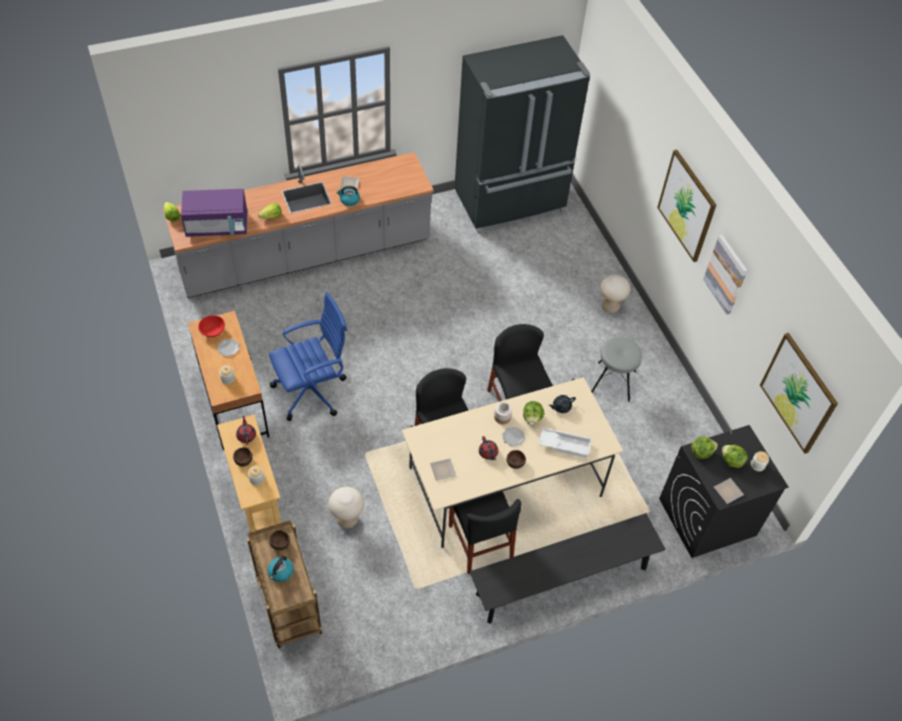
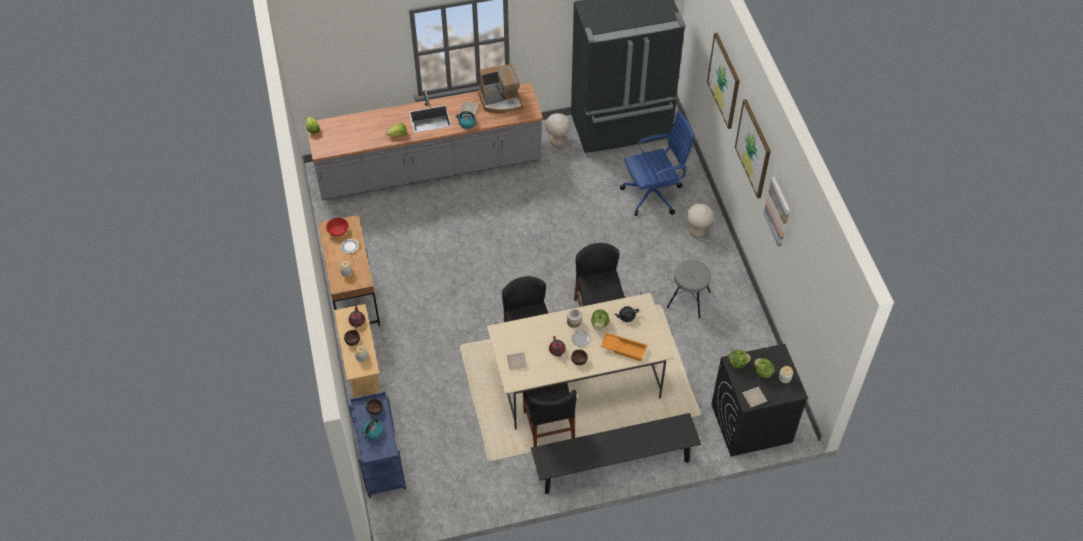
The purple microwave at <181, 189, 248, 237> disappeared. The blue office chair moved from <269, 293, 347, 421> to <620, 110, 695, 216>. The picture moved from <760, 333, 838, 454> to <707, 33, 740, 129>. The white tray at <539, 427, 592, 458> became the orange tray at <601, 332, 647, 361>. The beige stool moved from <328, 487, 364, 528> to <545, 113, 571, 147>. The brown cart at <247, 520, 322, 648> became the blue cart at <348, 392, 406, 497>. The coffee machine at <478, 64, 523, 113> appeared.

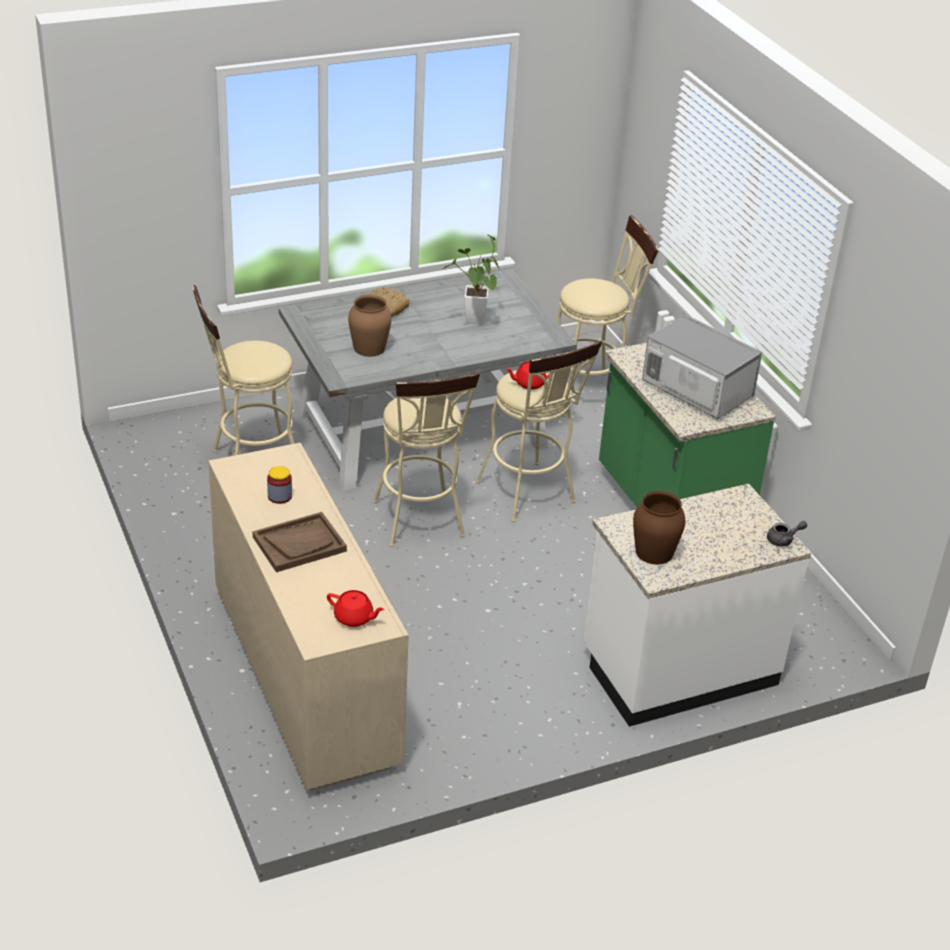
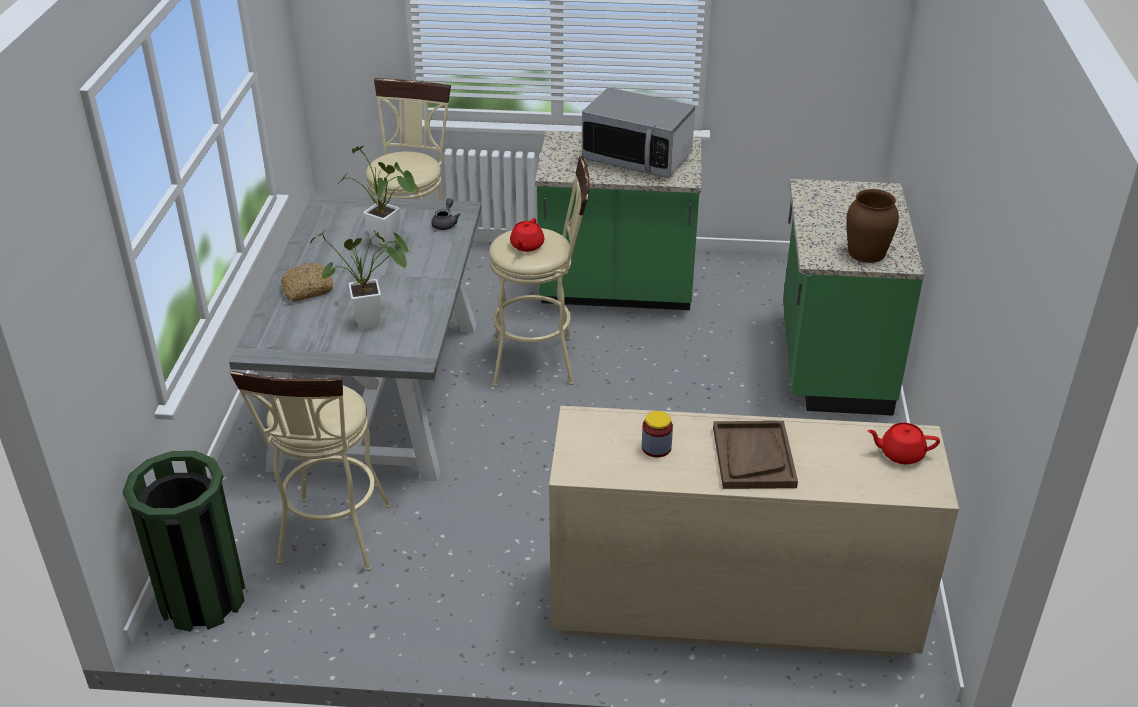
The brown vase at <348, 294, 391, 357> was replaced by the potted plant at <310, 230, 410, 329>. The microwave at <642, 315, 762, 419> turned 135 degrees counterclockwise. The beige stool at <373, 373, 480, 547> disappeared. The white counter at <583, 484, 811, 727> became the green counter at <783, 179, 924, 416>. The grey teapot moved from <767, 521, 807, 546> to <431, 198, 461, 230>. The red teapot at <327, 590, 385, 627> turned 135 degrees counterclockwise. The green trash can at <123, 451, 245, 632> appeared.

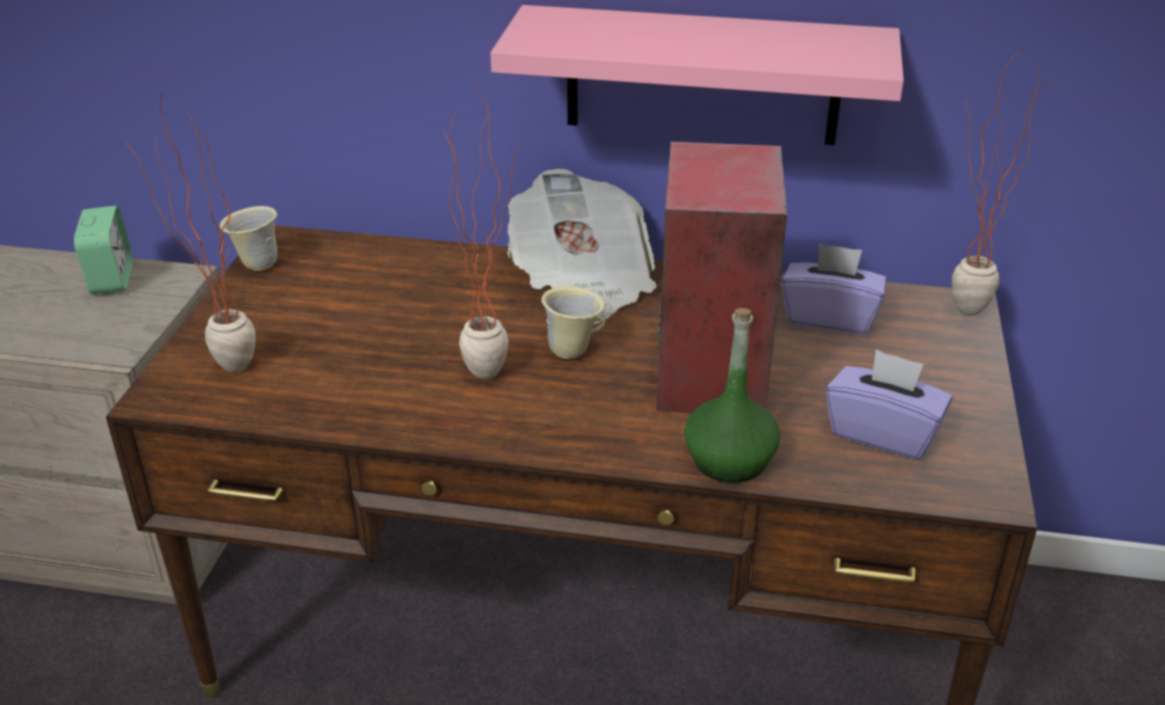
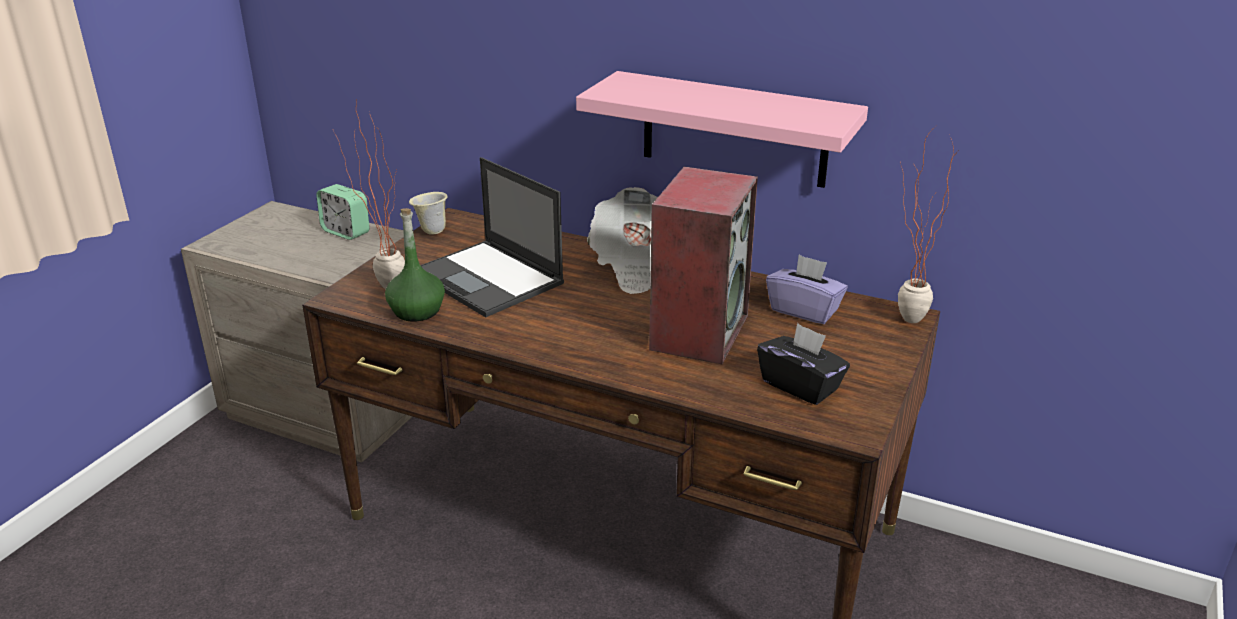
The potted plant at <444, 85, 522, 380> disappeared. The alarm clock at <74, 206, 133, 294> turned 120 degrees clockwise. The beige mug at <541, 286, 605, 359> disappeared. The green bottle moved from <685, 308, 780, 483> to <385, 208, 445, 321>. The purple tissue box at <826, 349, 952, 459> became the black tissue box at <757, 323, 850, 405>. The laptop at <421, 157, 564, 317> appeared.

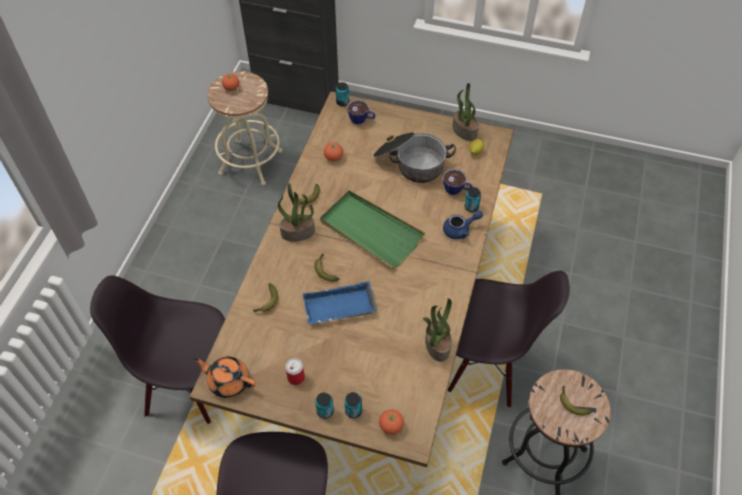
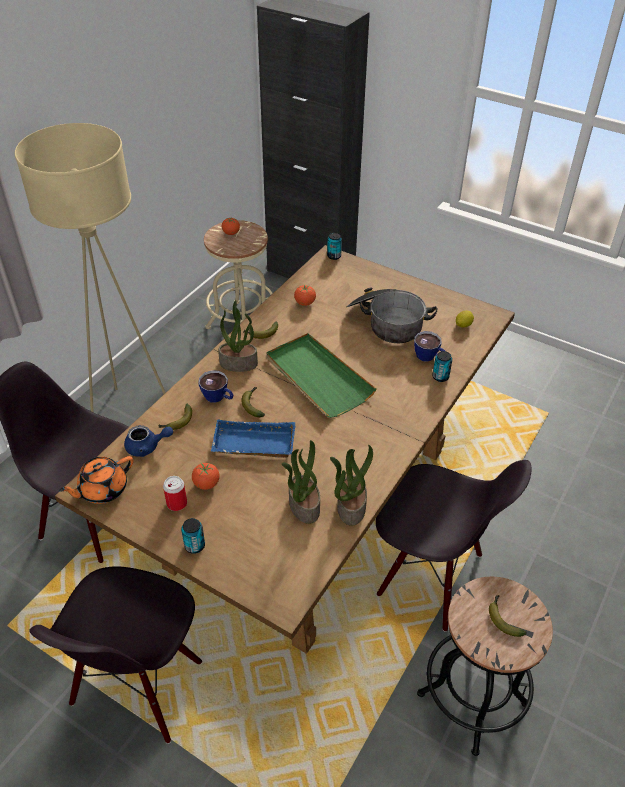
The potted plant moved from <452, 83, 479, 141> to <281, 440, 320, 524>. The cup moved from <347, 99, 375, 124> to <198, 371, 233, 403>. The blue teapot moved from <443, 211, 483, 239> to <124, 425, 173, 457>. The orange teapot at <193, 356, 256, 398> turned 75 degrees counterclockwise. The can at <344, 392, 362, 418> disappeared. The tomato moved from <379, 409, 404, 435> to <192, 463, 219, 490>. The beige floor lamp at <15, 123, 166, 412> appeared.

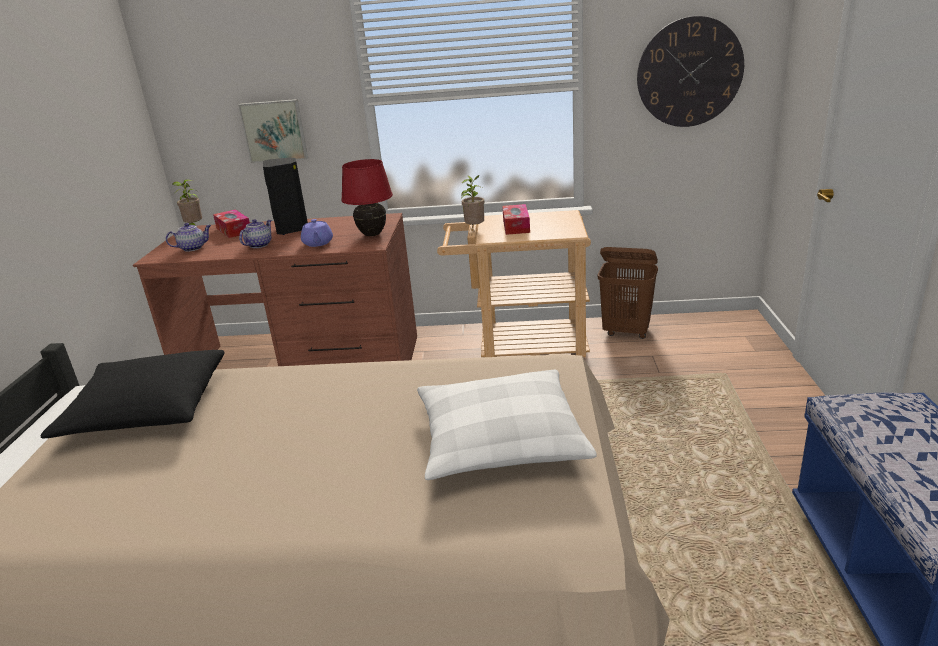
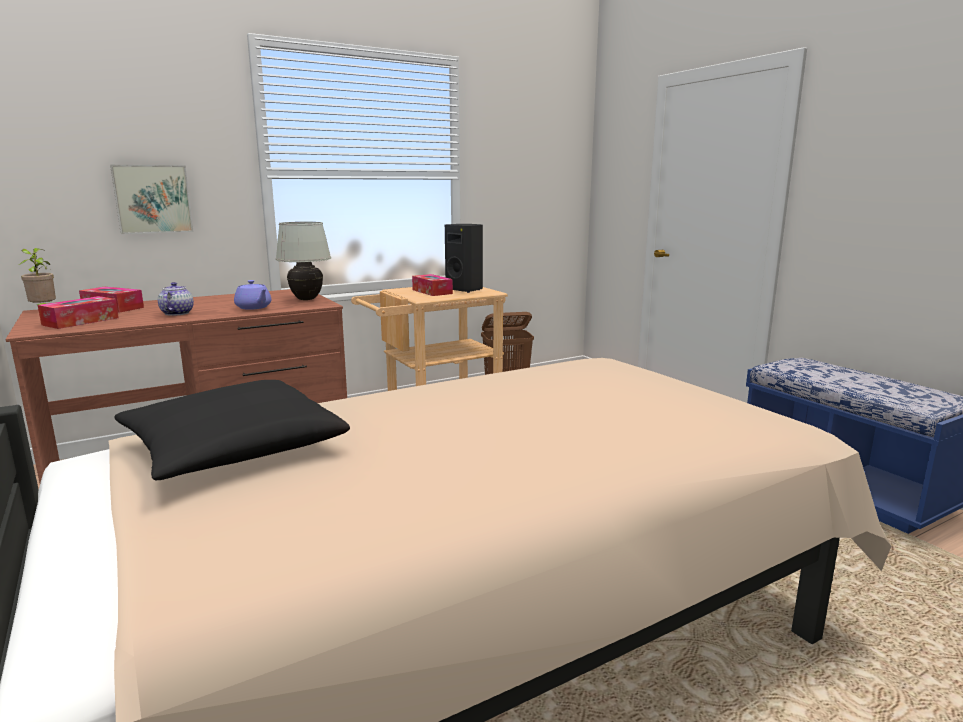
The wall clock at <637, 16, 744, 127> disappeared. The black speaker moved from <263, 157, 308, 235> to <445, 224, 483, 293>. The red table lamp at <341, 159, 393, 236> became the white table lamp at <276, 222, 331, 300>. The potted plant at <461, 175, 484, 225> disappeared. The teapot at <166, 223, 211, 252> was replaced by the tissue box at <38, 296, 119, 329>. The white pillow at <417, 370, 597, 480> disappeared.

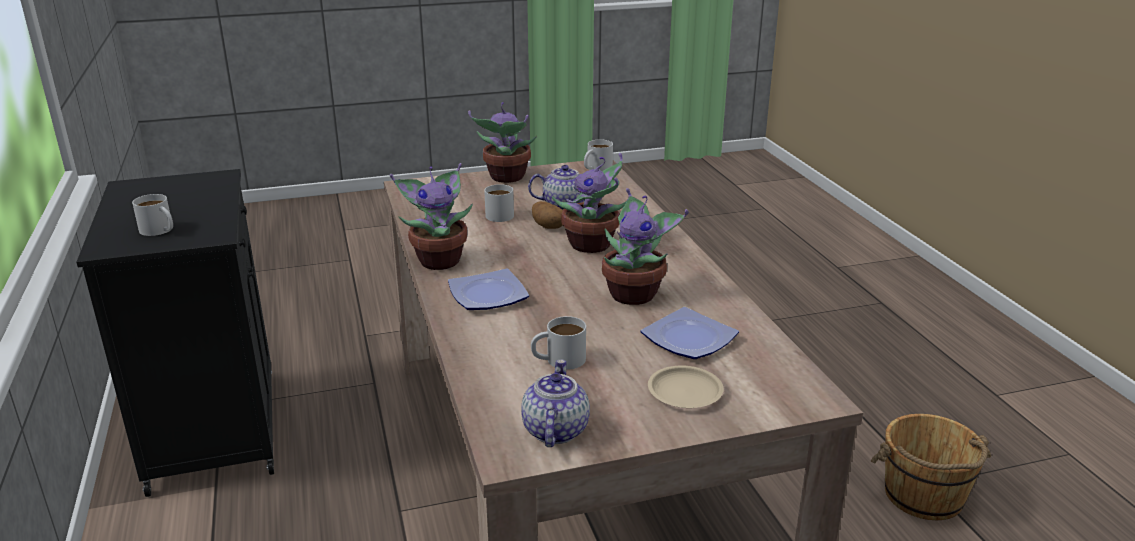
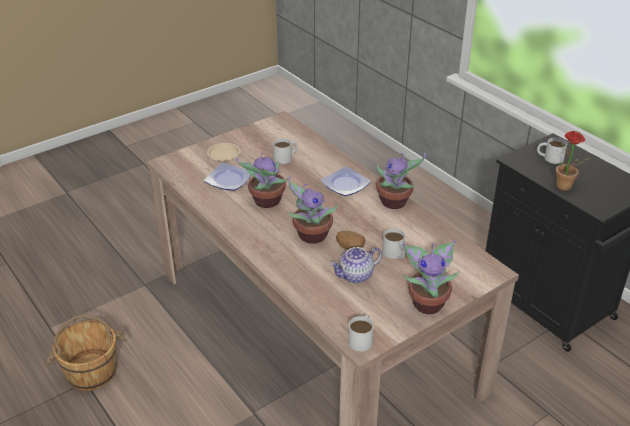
The teapot at <521, 359, 590, 447> disappeared. The potted plant at <556, 131, 590, 191> appeared.

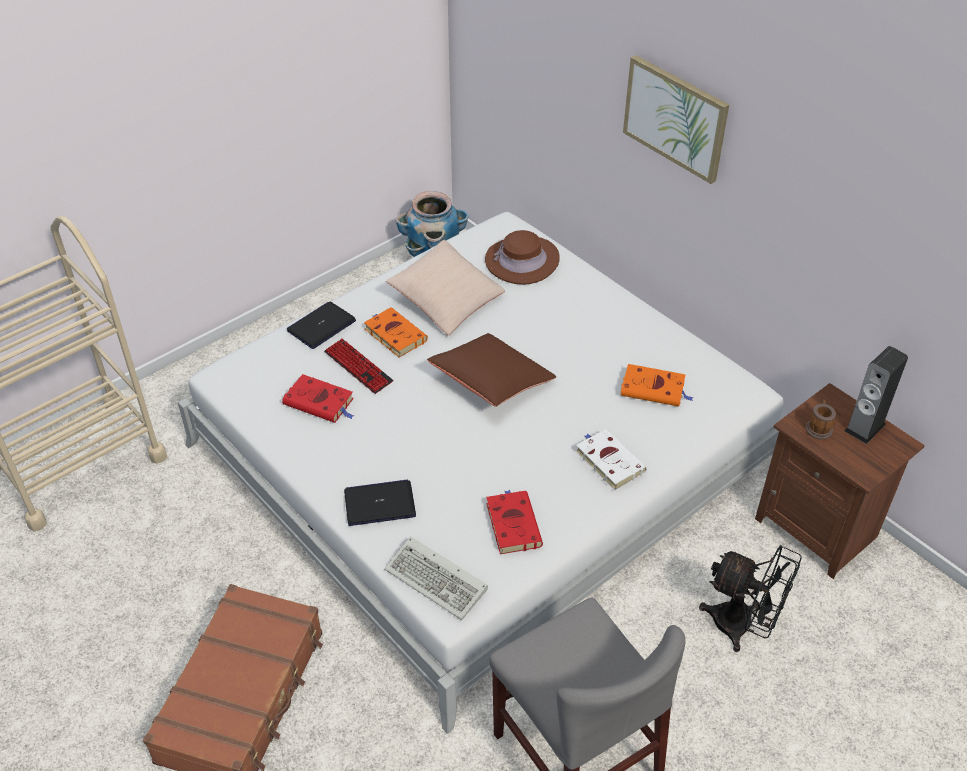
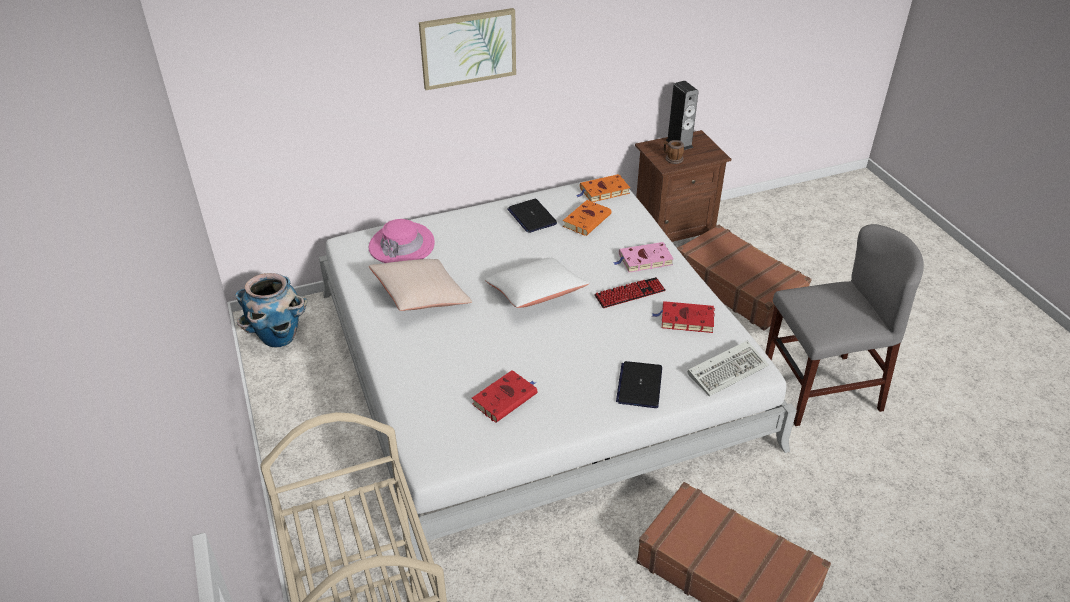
The brown hat at <485, 230, 560, 285> became the pink hat at <369, 219, 435, 263>. The laptop moved from <287, 302, 356, 349> to <507, 199, 557, 233>. The orange book moved from <364, 307, 428, 358> to <576, 174, 630, 202>. The brown pillow at <427, 333, 556, 407> became the white pillow at <485, 258, 589, 308>. The keyboard moved from <324, 338, 393, 394> to <594, 277, 666, 308>. The white book at <576, 429, 647, 491> became the pink book at <613, 242, 674, 272>. The black fan at <699, 545, 802, 652> was replaced by the brown suitcase at <677, 225, 812, 331>.

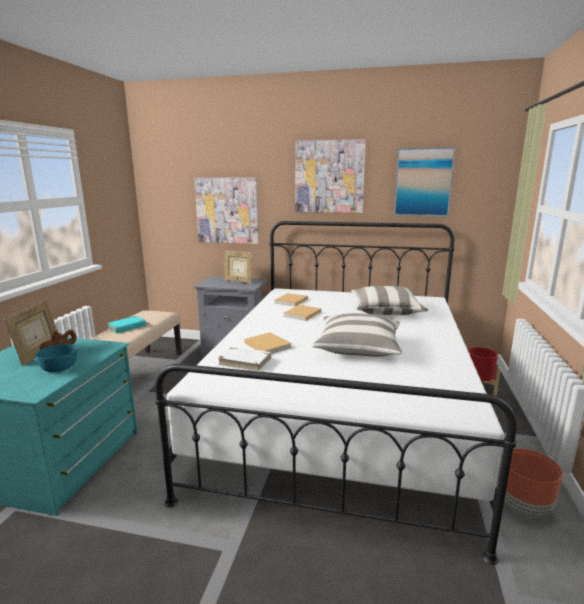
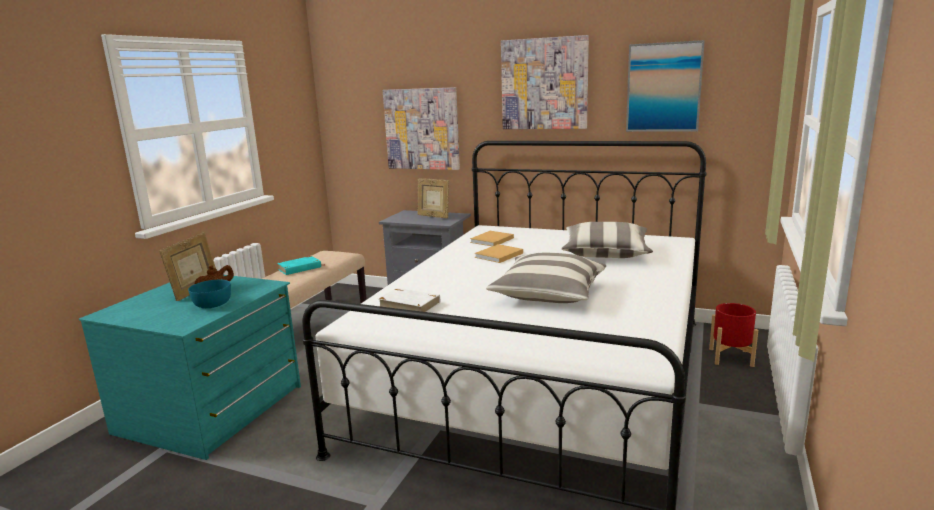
The beige book at <244, 332, 292, 354> disappeared. The brown planter at <504, 448, 563, 517> disappeared.

